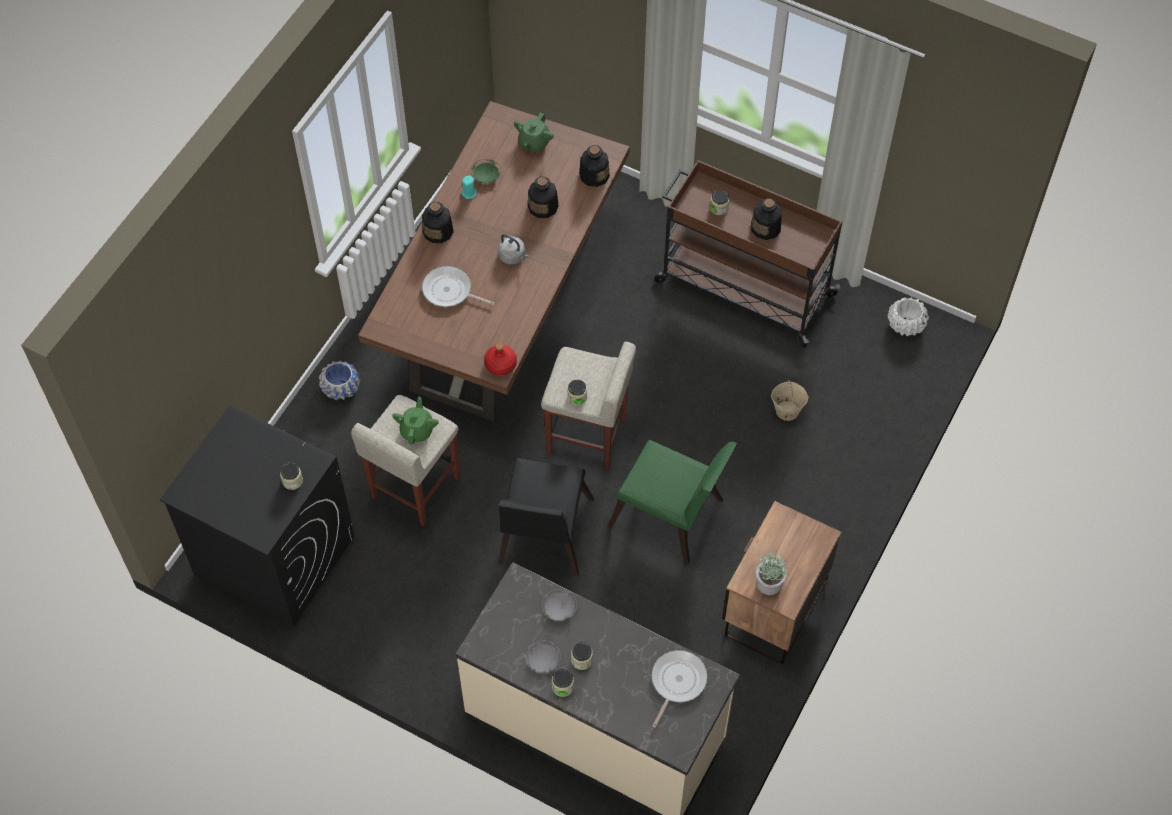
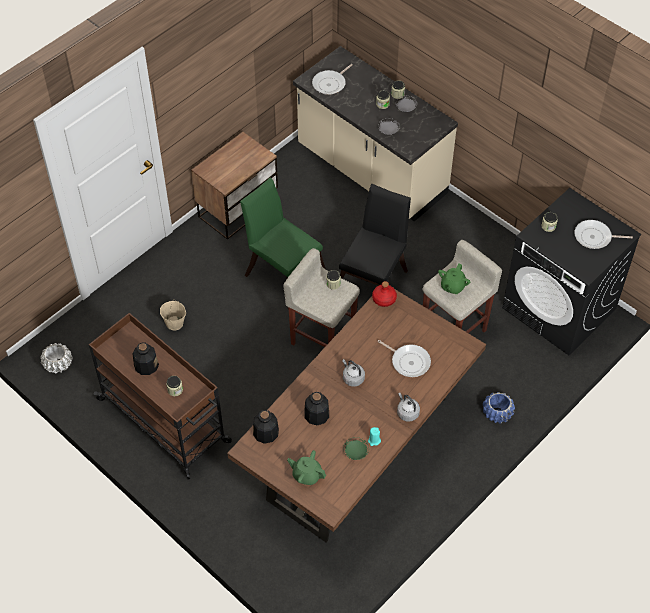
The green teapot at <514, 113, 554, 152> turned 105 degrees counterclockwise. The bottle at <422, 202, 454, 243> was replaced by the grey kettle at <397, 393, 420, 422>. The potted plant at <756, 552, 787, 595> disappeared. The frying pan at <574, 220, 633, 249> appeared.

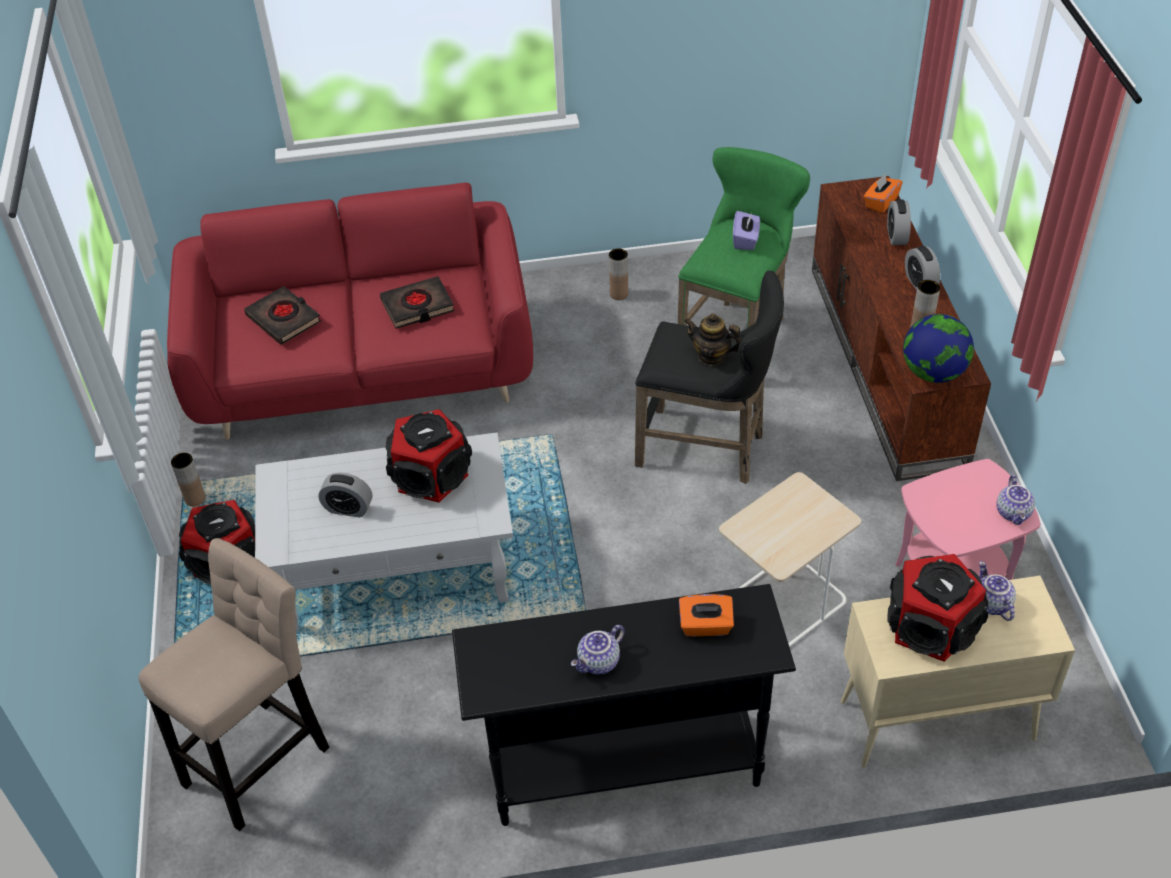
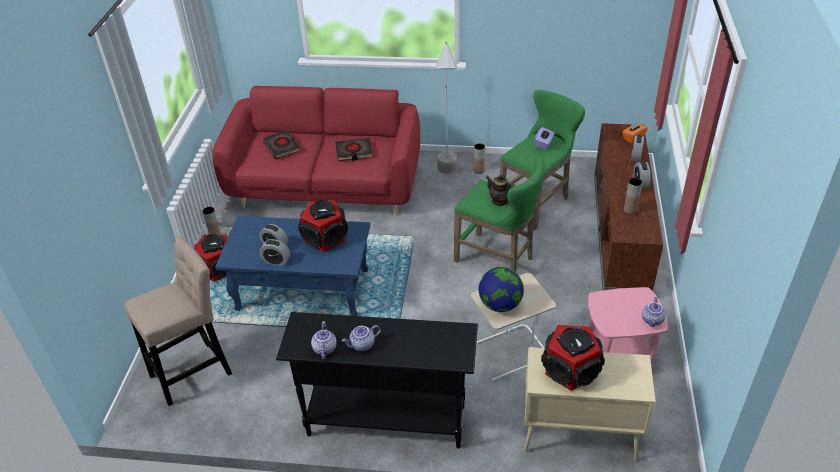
The black stool at <635, 270, 784, 484> became the green stool at <454, 156, 545, 273>. The globe moved from <903, 314, 974, 383> to <479, 267, 524, 312>. The white coffee table at <255, 433, 513, 632> became the blue coffee table at <215, 216, 370, 316>. The teapot moved from <979, 561, 1016, 621> to <311, 321, 337, 359>. The orange tissue box at <679, 594, 734, 636> disappeared. The grey floor lamp at <435, 41, 458, 174> appeared. The alarm clock at <259, 239, 290, 266> appeared.

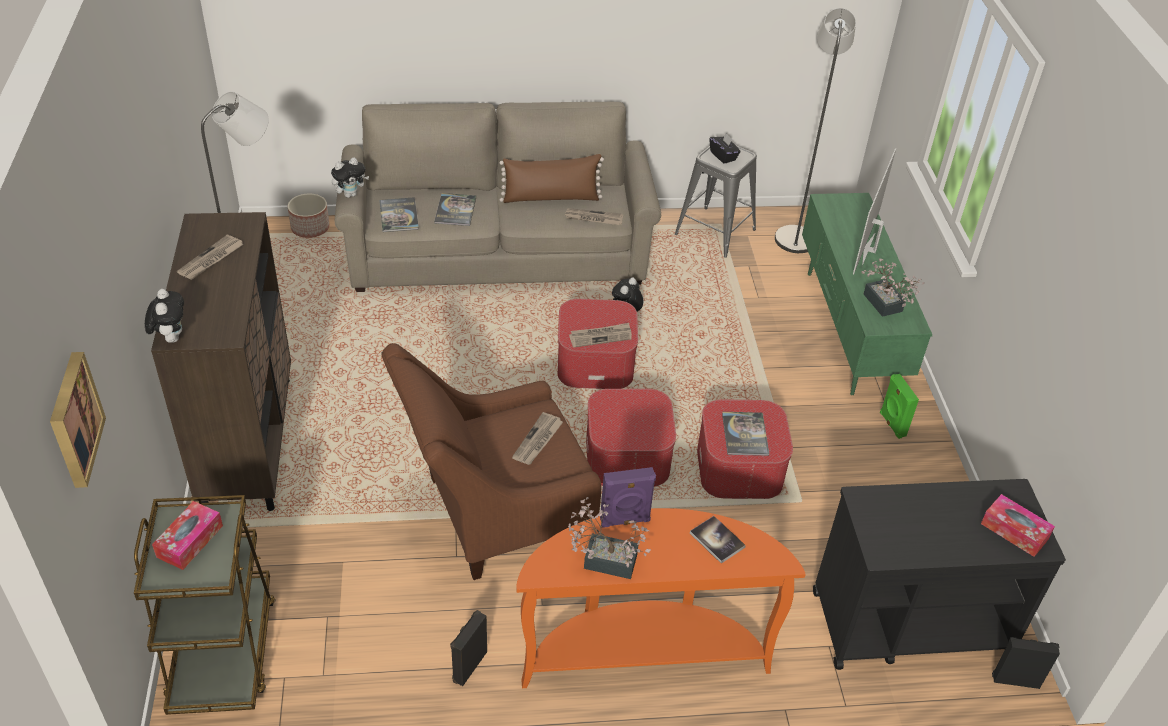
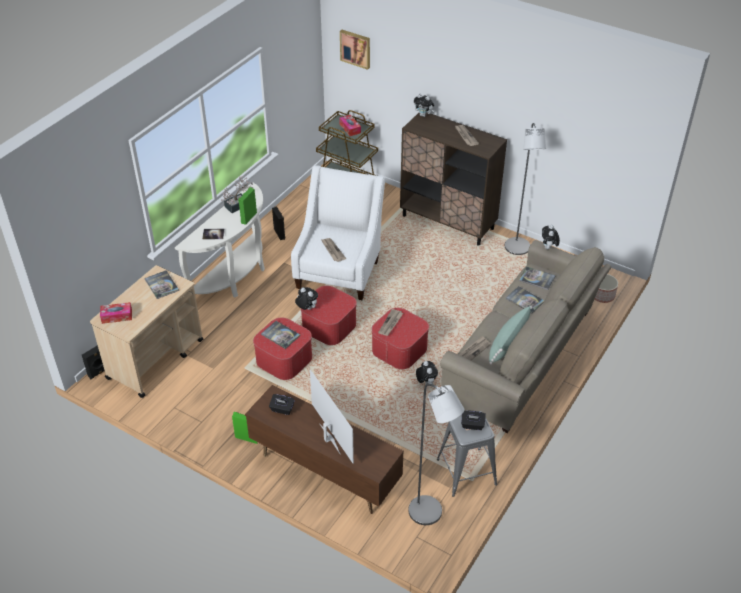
The brown pillow at <499, 154, 604, 203> became the green pillow at <489, 306, 532, 365>. The green tv stand at <802, 193, 932, 395> became the brown tv stand at <245, 385, 404, 514>. The potted plant at <862, 258, 924, 317> was replaced by the black tissue box at <269, 394, 295, 415>. The brown armchair at <381, 343, 601, 580> became the white armchair at <291, 165, 385, 300>. The purple speaker at <600, 467, 656, 527> became the green speaker at <238, 187, 257, 225>. The black cart at <813, 479, 1066, 670> became the beige cart at <90, 265, 203, 398>. The orange console table at <516, 508, 806, 688> became the white console table at <175, 182, 265, 298>. The book at <144, 270, 179, 299> appeared. The plush toy at <295, 287, 318, 310> appeared.

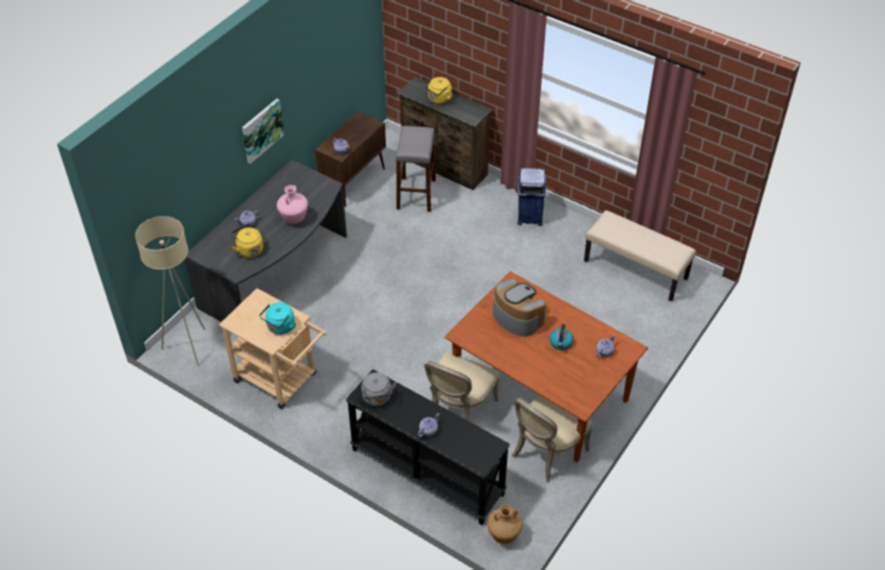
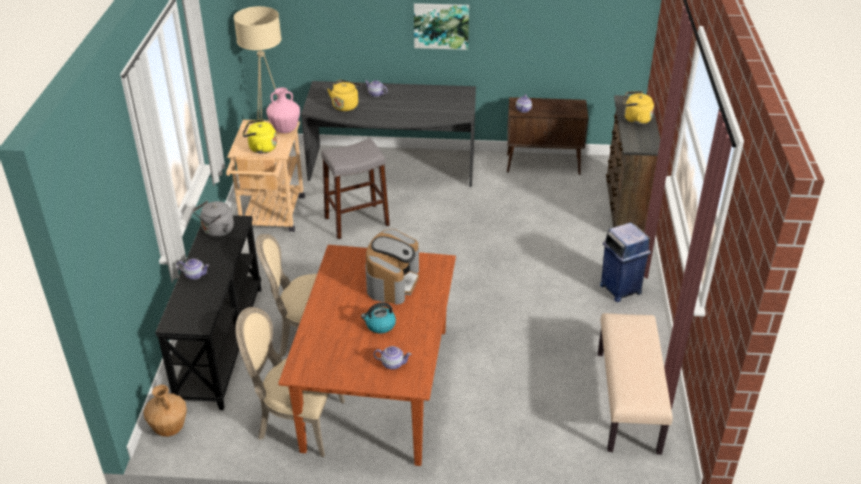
The grey stool moved from <395, 126, 436, 212> to <321, 139, 390, 239>. The pink vase moved from <277, 185, 308, 224> to <266, 88, 300, 133>. The turquoise kettle at <259, 302, 296, 335> became the yellow kettle at <242, 119, 277, 153>.

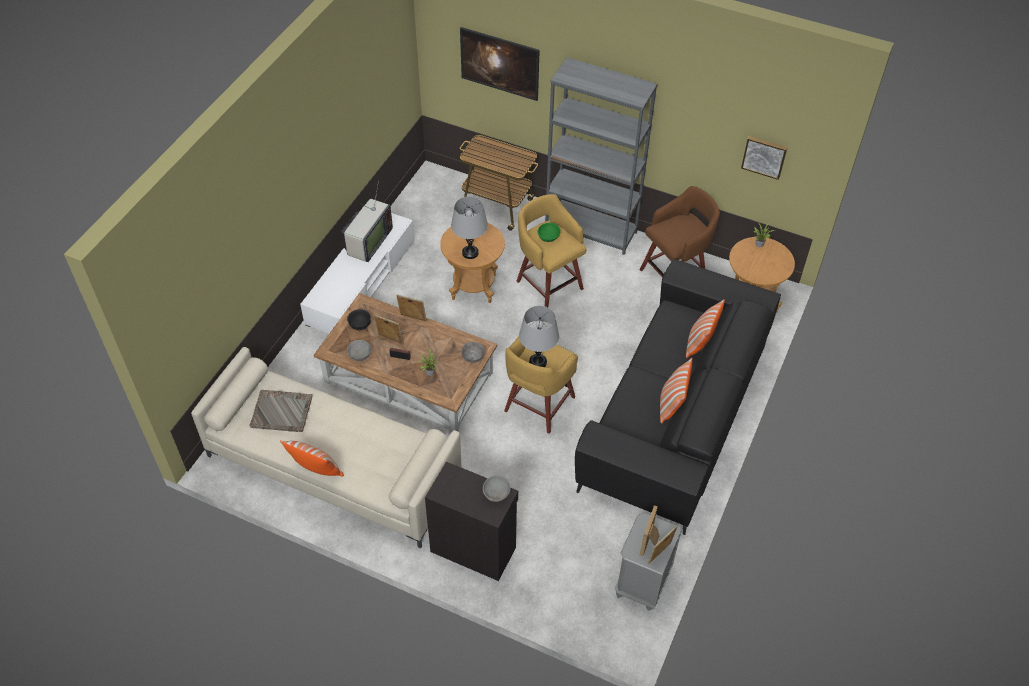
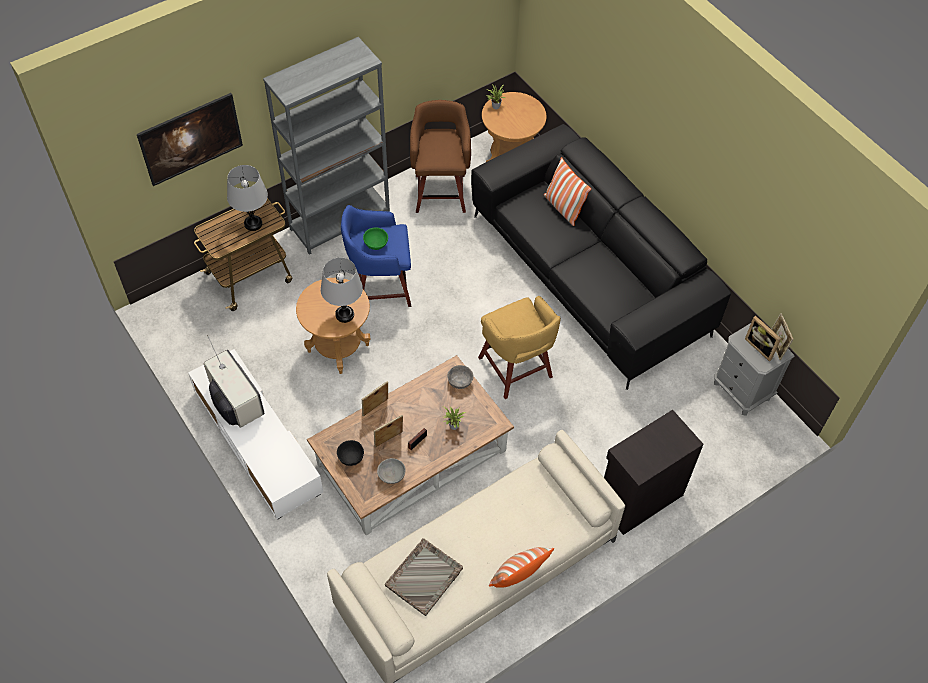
The picture at <741, 136, 787, 180> disappeared. The yellow stool at <516, 194, 587, 307> became the blue stool at <341, 205, 411, 307>. The grey table lamp moved from <519, 306, 559, 367> to <227, 165, 268, 231>. The pillow at <660, 358, 692, 424> disappeared. The grey bowl at <483, 476, 511, 502> disappeared.

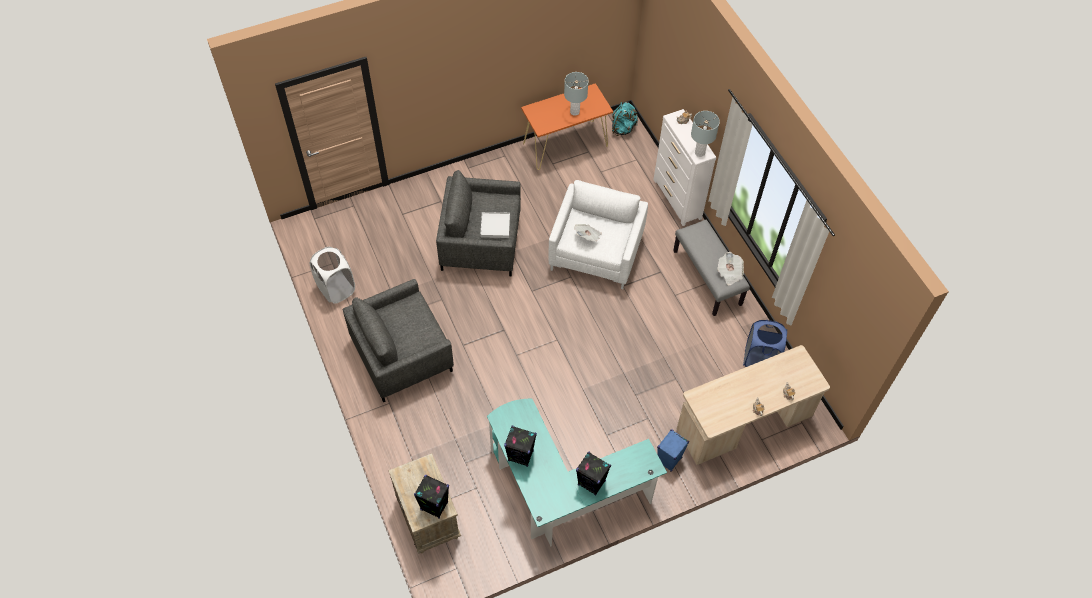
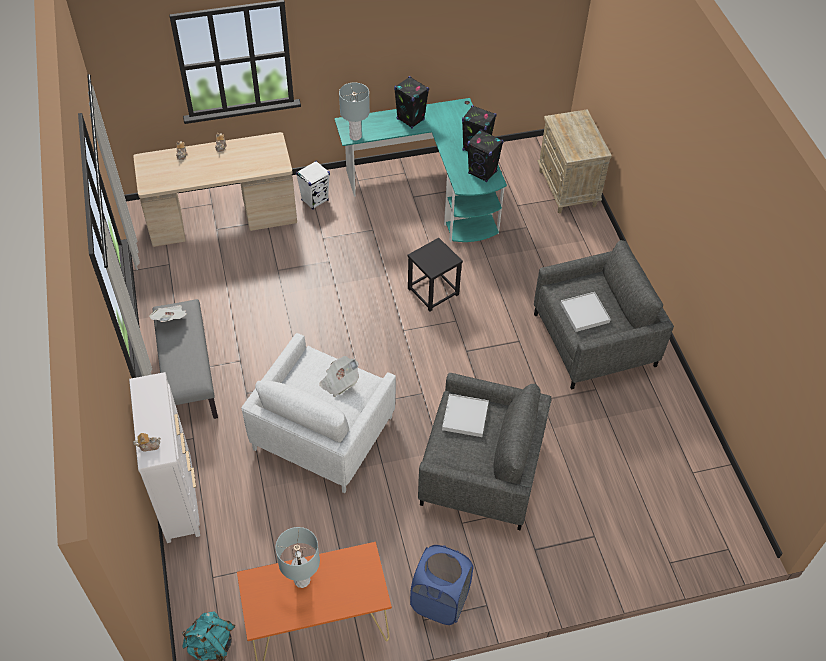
The grey table lamp moved from <691, 111, 720, 157> to <339, 82, 370, 141>. The white laundry basket at <309, 247, 355, 304> disappeared. The blue laundry basket moved from <743, 320, 787, 367> to <410, 545, 473, 625>. The blue speaker at <657, 429, 689, 472> became the white speaker at <296, 161, 330, 210>. The black speaker moved from <414, 475, 449, 518> to <467, 129, 504, 183>. The black stool at <407, 238, 463, 312> appeared. The white tray at <560, 292, 611, 332> appeared.

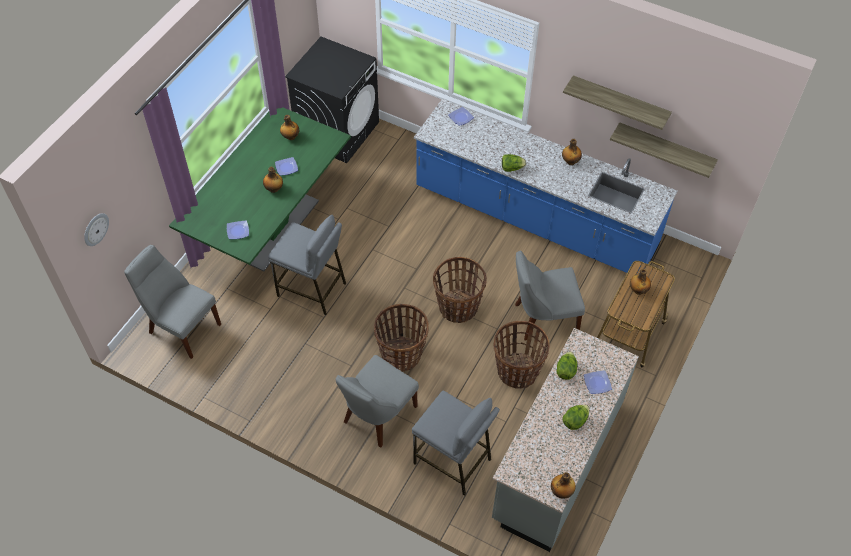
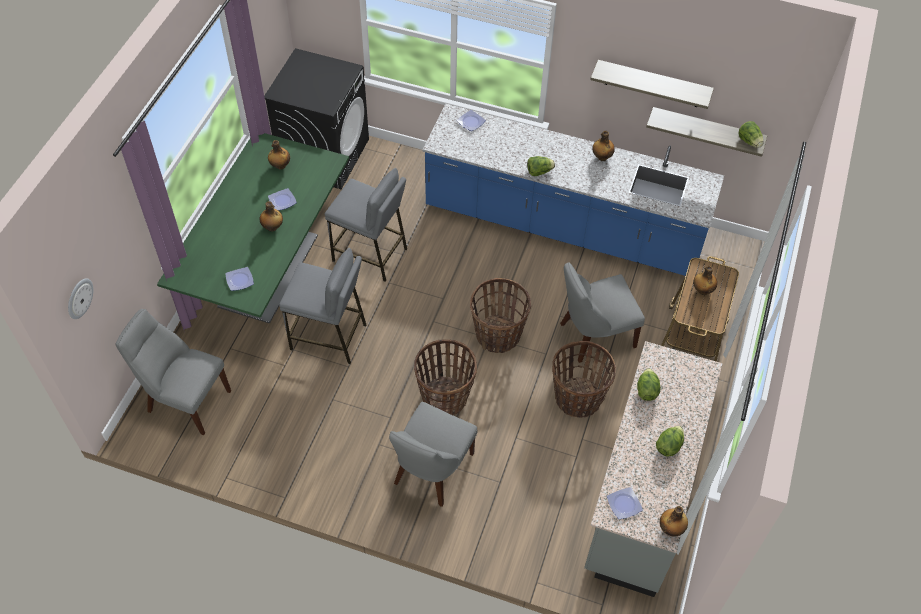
The plate moved from <584, 370, 612, 394> to <607, 487, 643, 519>. The grey stool moved from <412, 391, 500, 496> to <325, 168, 407, 282>. The lettuce at <738, 121, 764, 148> appeared.

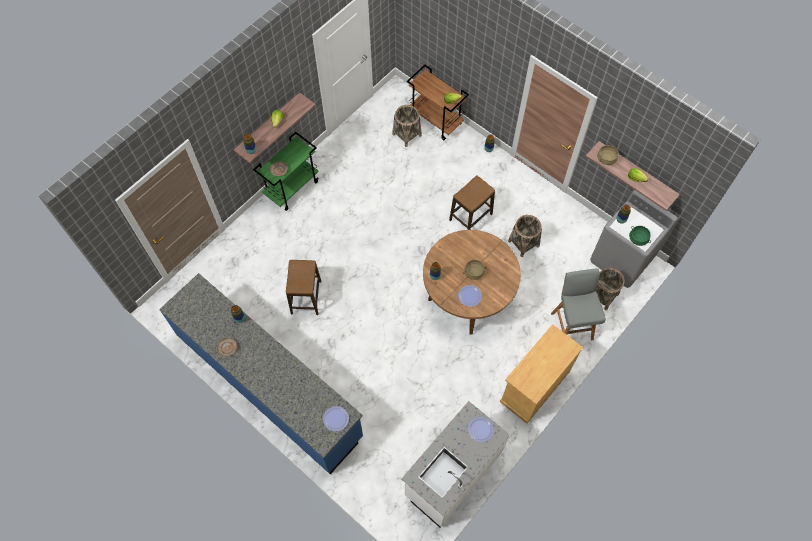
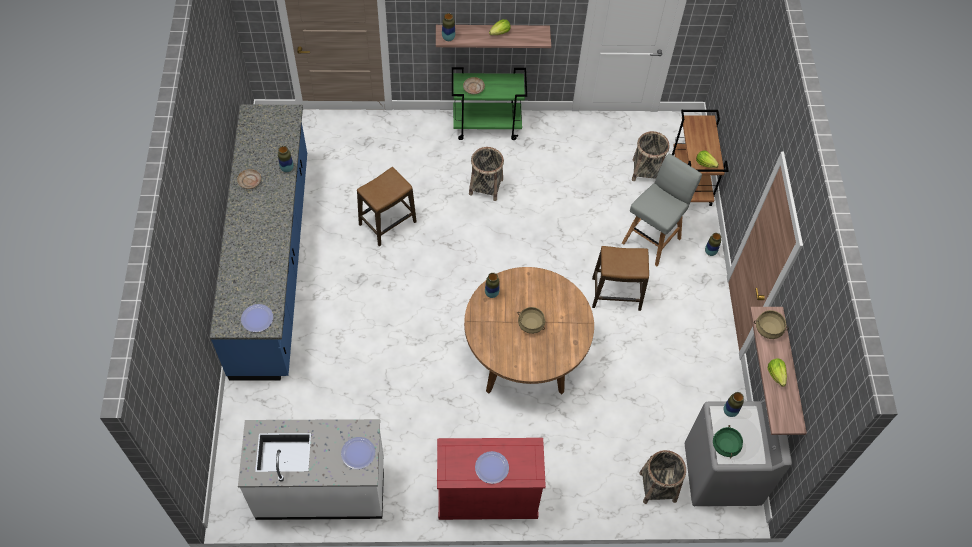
The basket moved from <508, 215, 542, 257> to <469, 147, 504, 201>. The grey stool moved from <551, 268, 606, 340> to <622, 154, 702, 266>. The plate moved from <458, 285, 482, 307> to <475, 451, 509, 484>. The beige cabinet at <500, 324, 583, 424> became the red cabinet at <437, 438, 546, 520>.

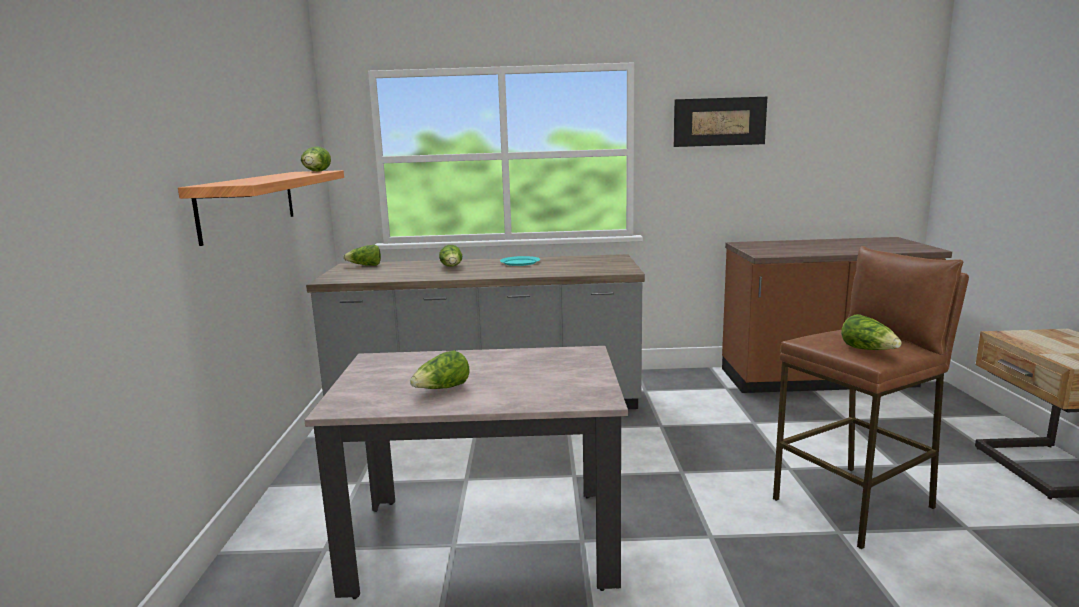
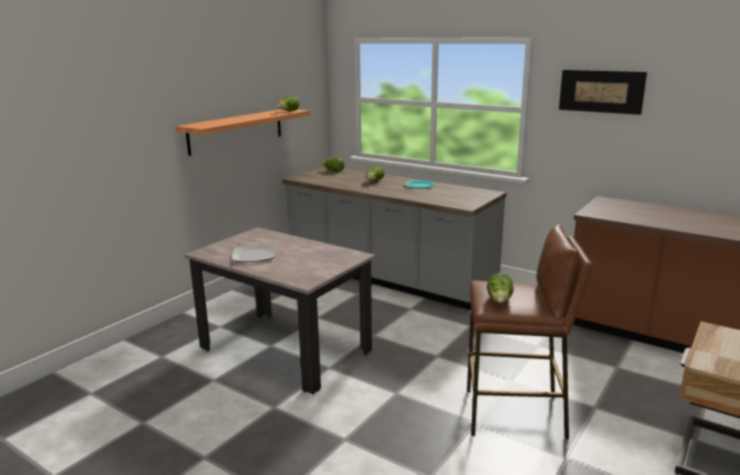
The lettuce at <410, 350, 469, 389> was replaced by the plate at <232, 245, 276, 262>.

